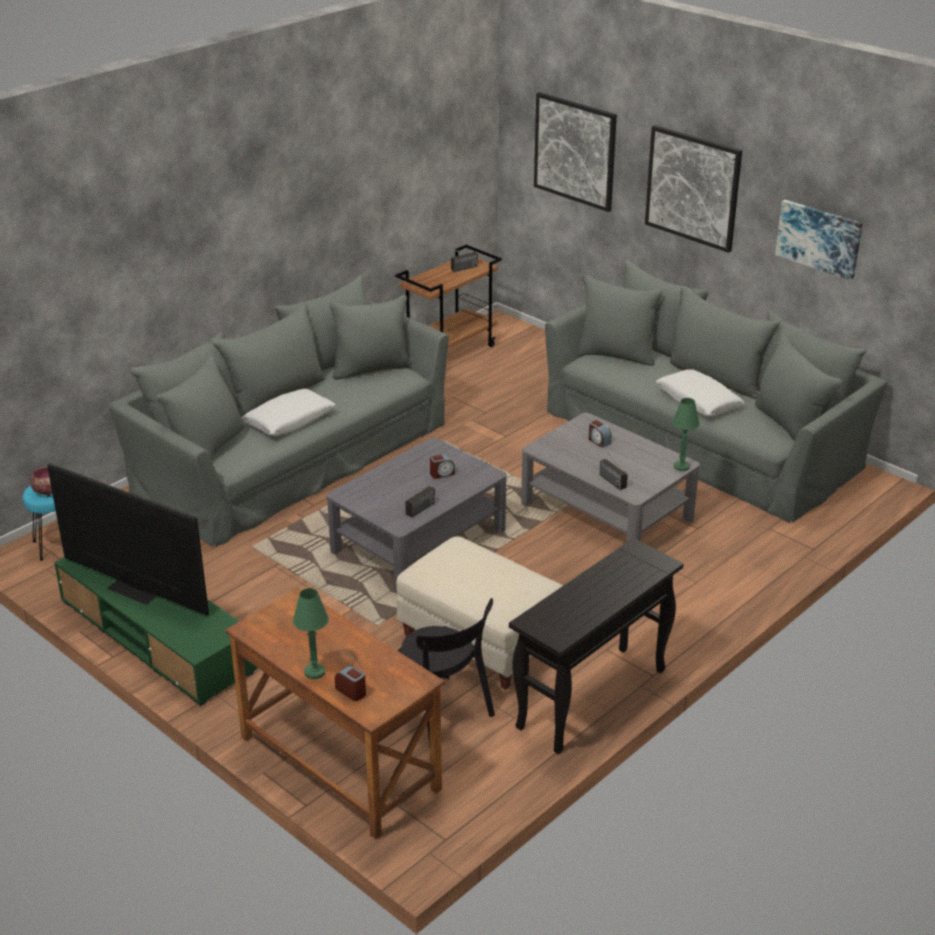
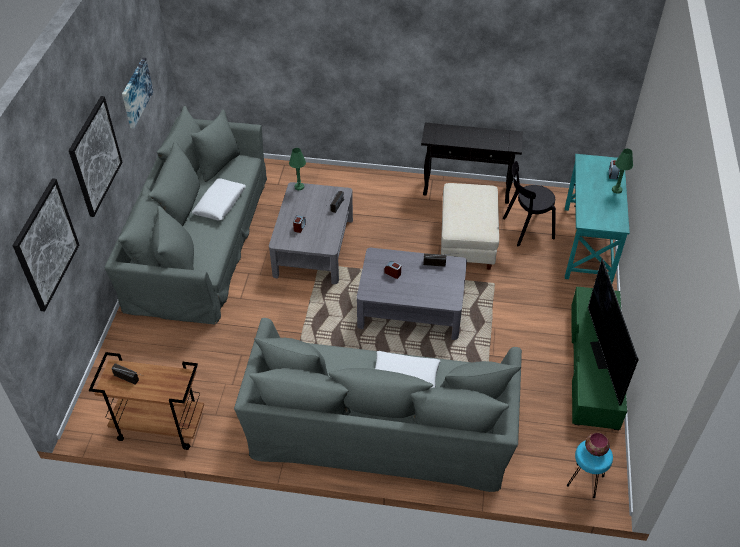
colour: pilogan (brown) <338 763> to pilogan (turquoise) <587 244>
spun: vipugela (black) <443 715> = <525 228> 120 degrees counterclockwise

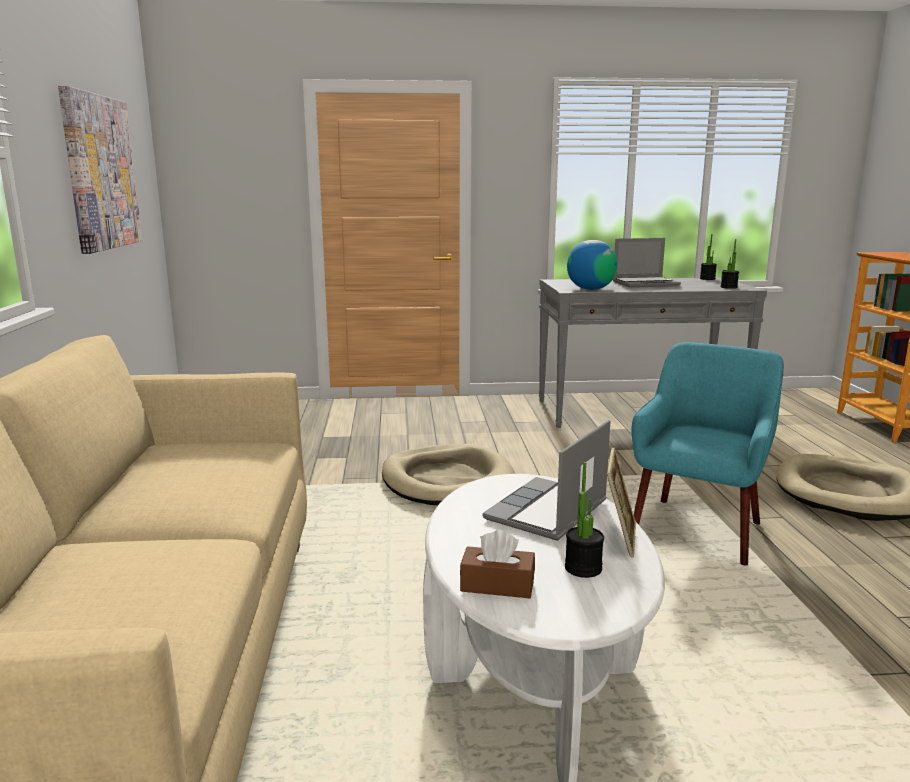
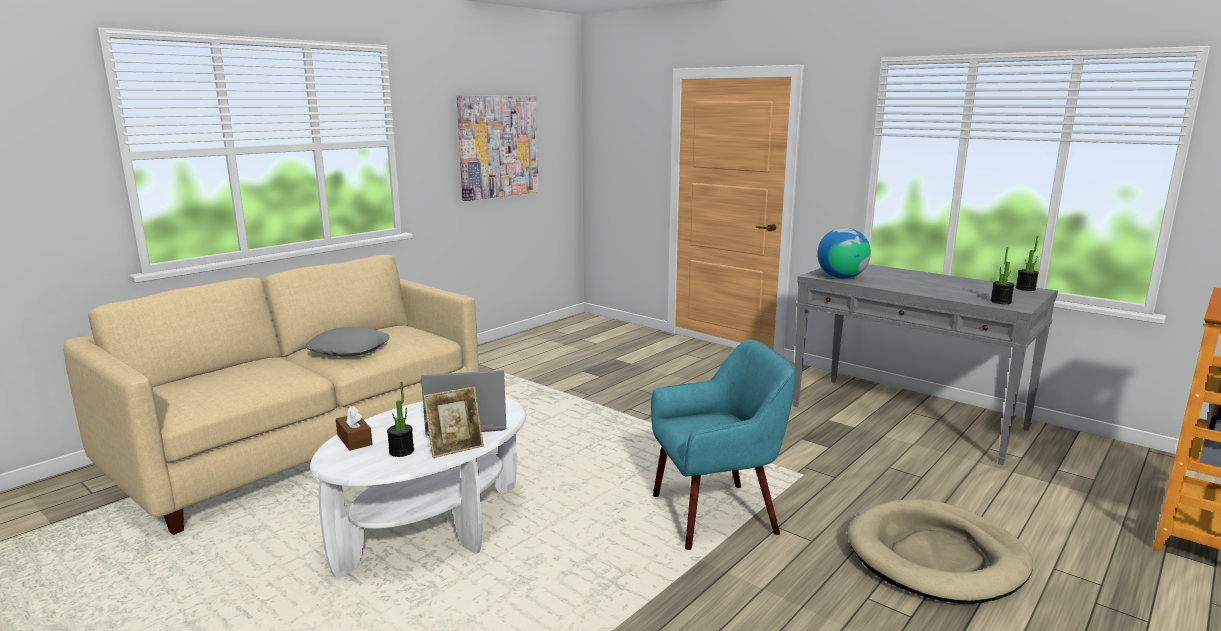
missing: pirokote <646 284>; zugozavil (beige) <447 480>
appeared: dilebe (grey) <349 350>

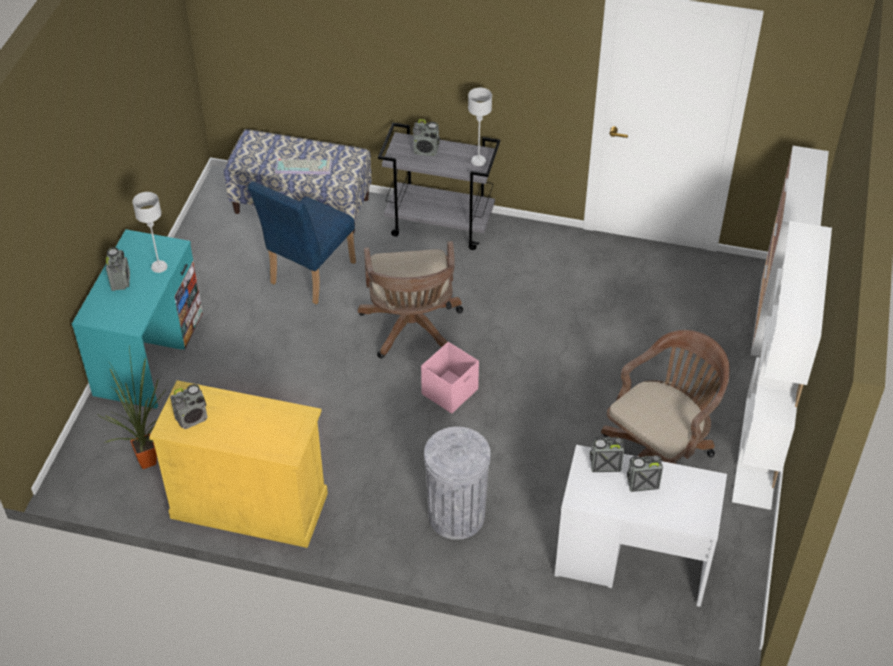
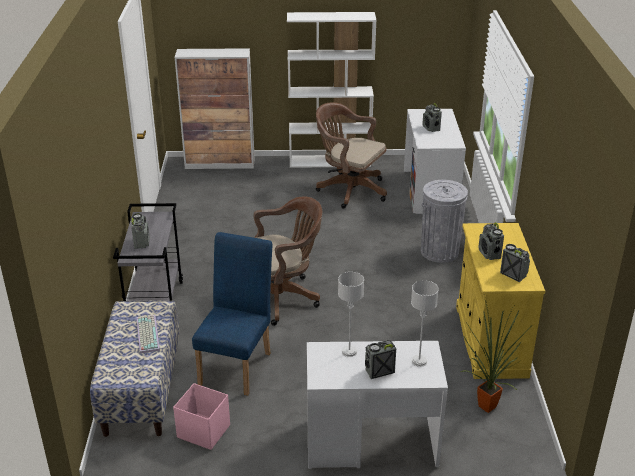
relocated: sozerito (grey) <478 161> to <419 361>; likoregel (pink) <450 391> to <203 431>; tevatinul <604 464> to <489 254>
colour: pilogan (turquoise) <149 353> to pilogan (white) <371 443>
spun: vipugela (blue) <308 276> = <238 364> 90 degrees counterclockwise

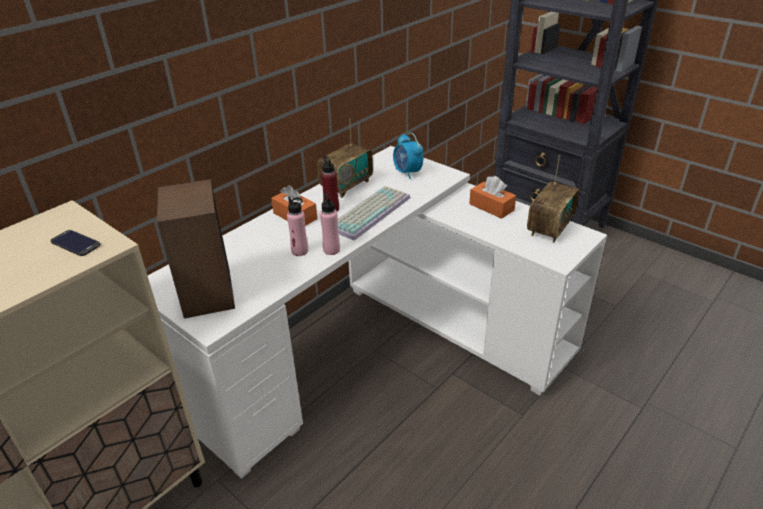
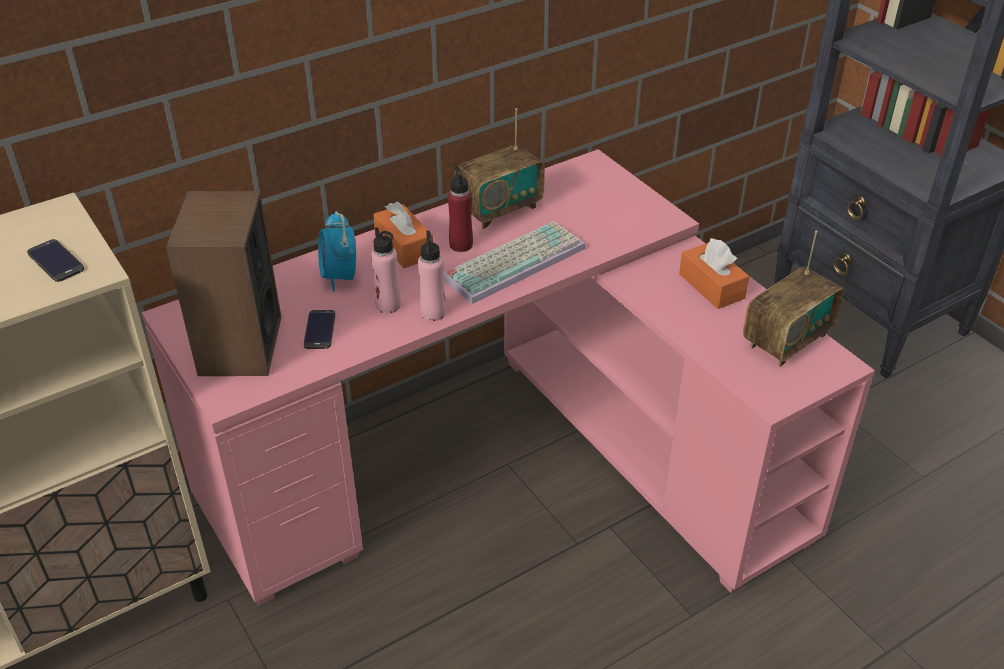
appeared: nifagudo <319 330>
relocated: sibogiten <407 172> to <339 277>
colour: pilogan (white) <376 348> to pilogan (pink) <510 462>

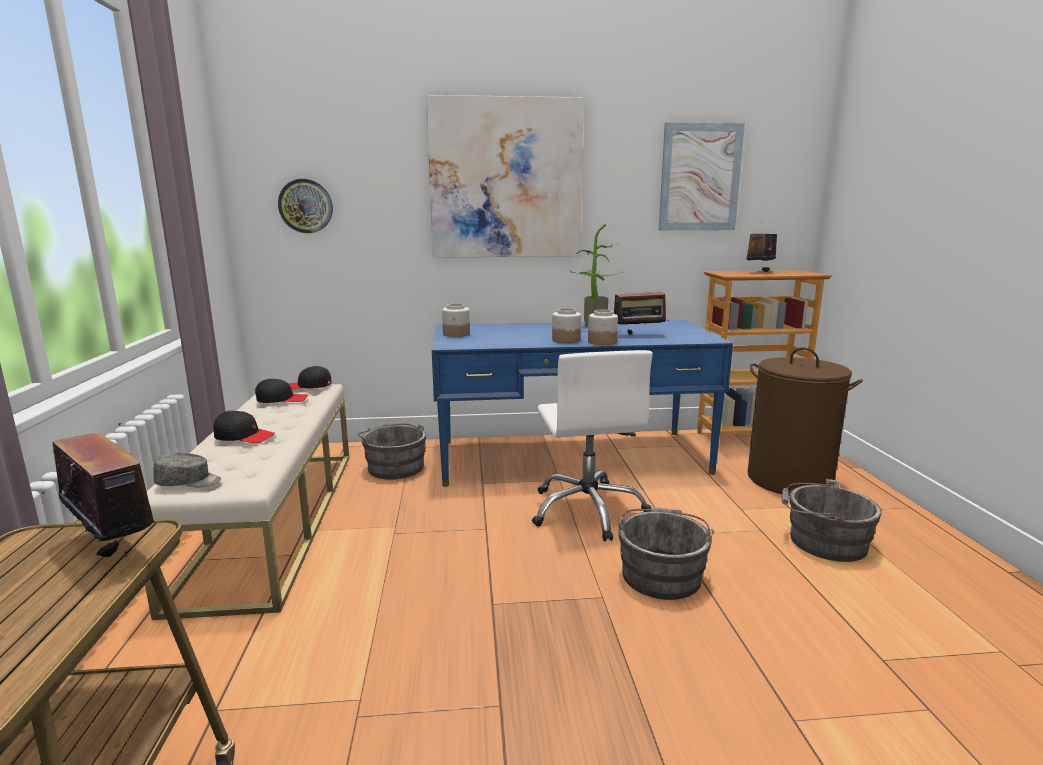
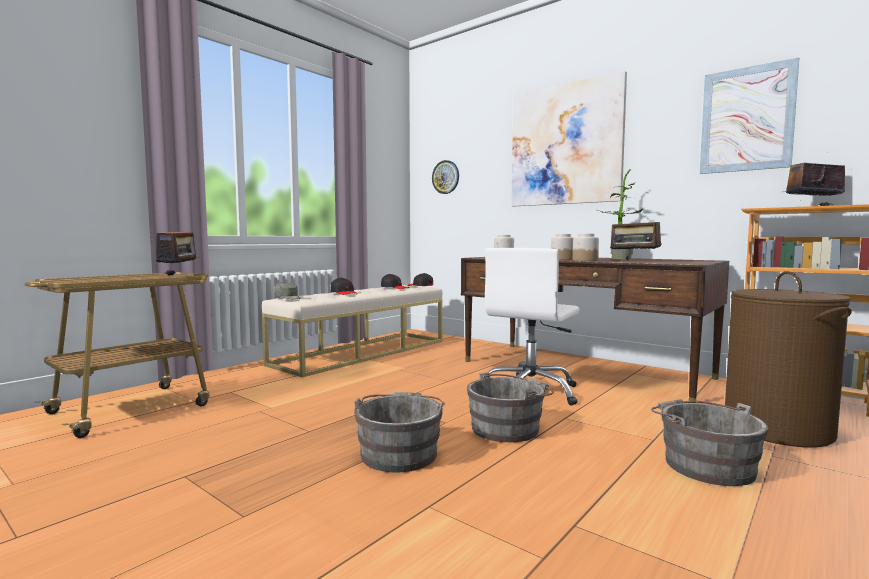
relocated: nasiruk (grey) <394 467> to <400 453>
colour: pilogan (blue) <571 457> to pilogan (brown) <583 369>

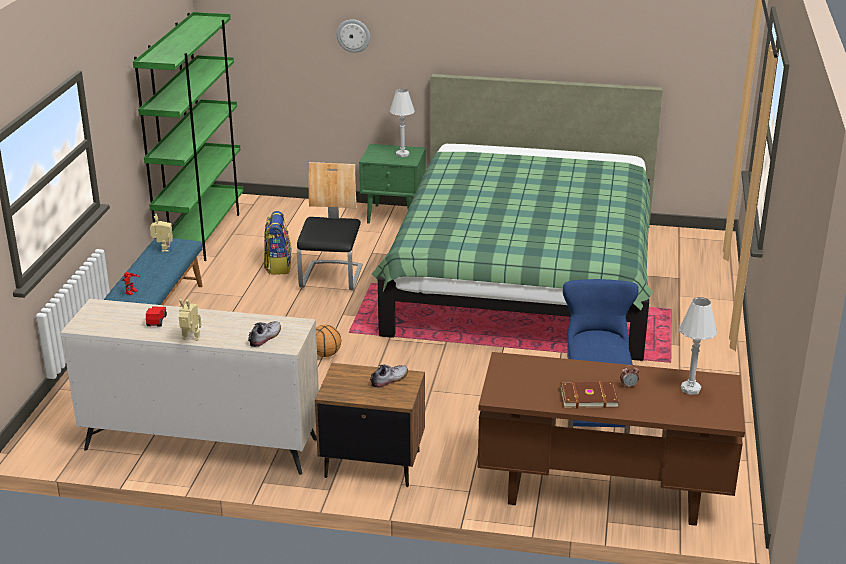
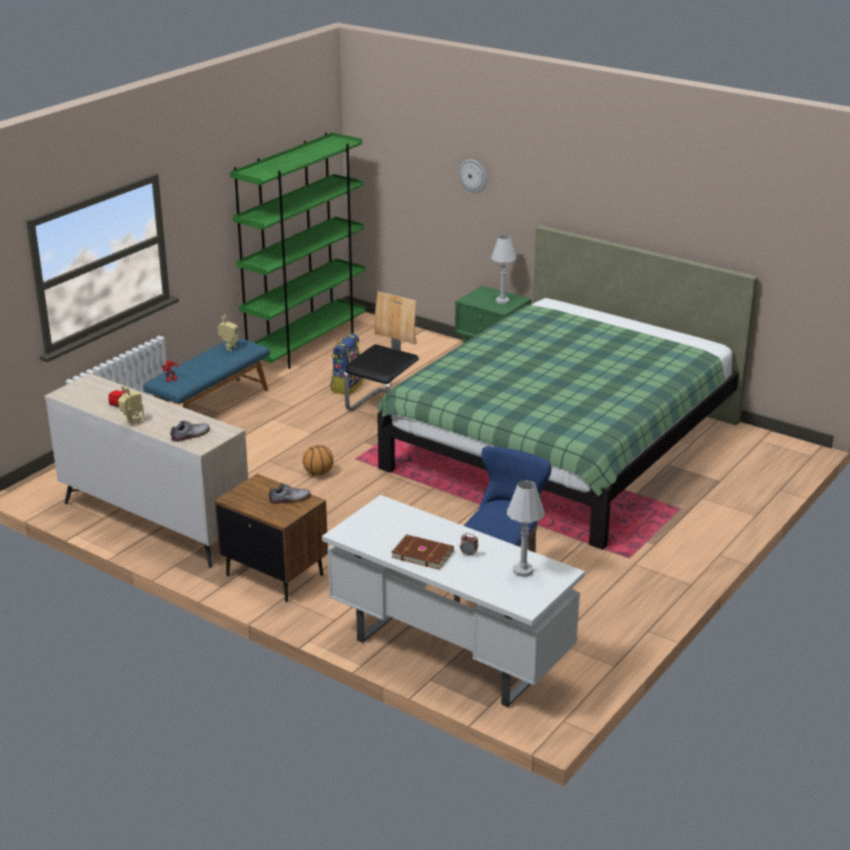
colour: pilogan (brown) <602 493> to pilogan (white) <448 655>

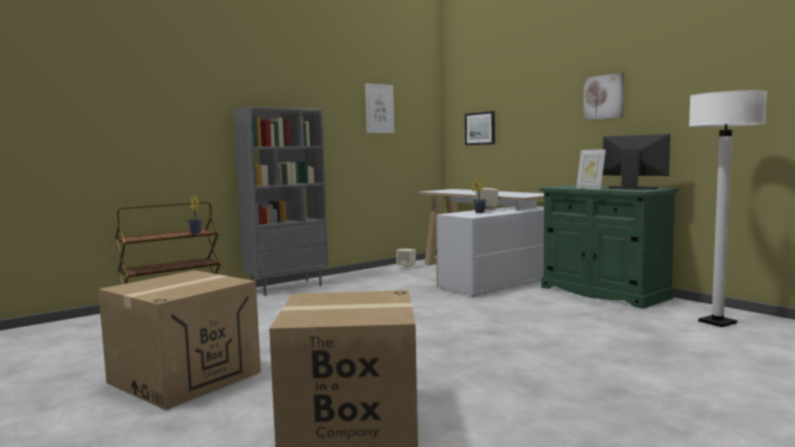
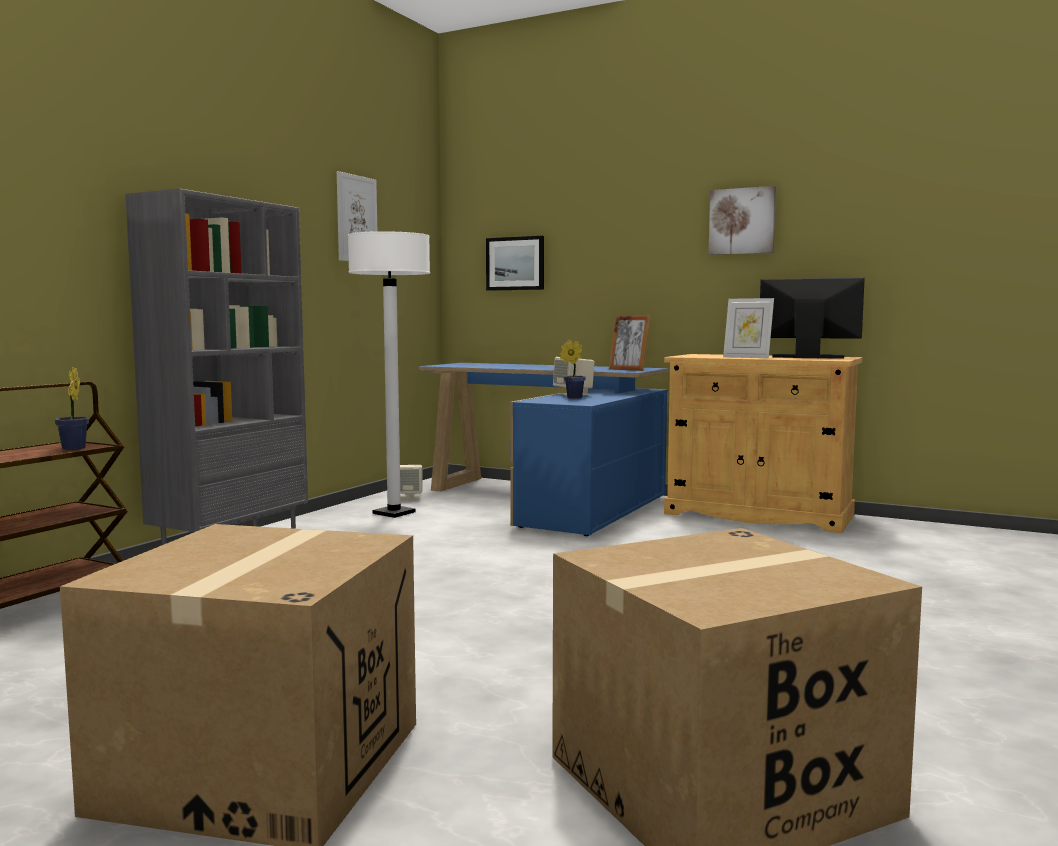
appeared: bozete <628 369>
relocated: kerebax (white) <717 322> to <394 513>
colour: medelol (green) <603 292> to medelol (beige) <758 515>; pilogan (white) <483 274> to pilogan (blue) <550 500>

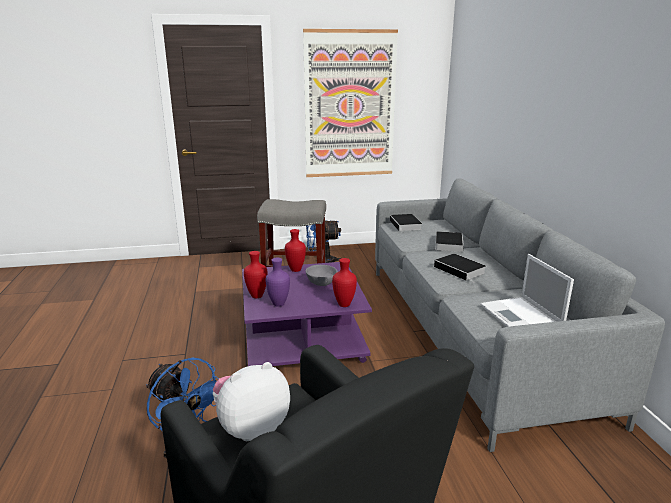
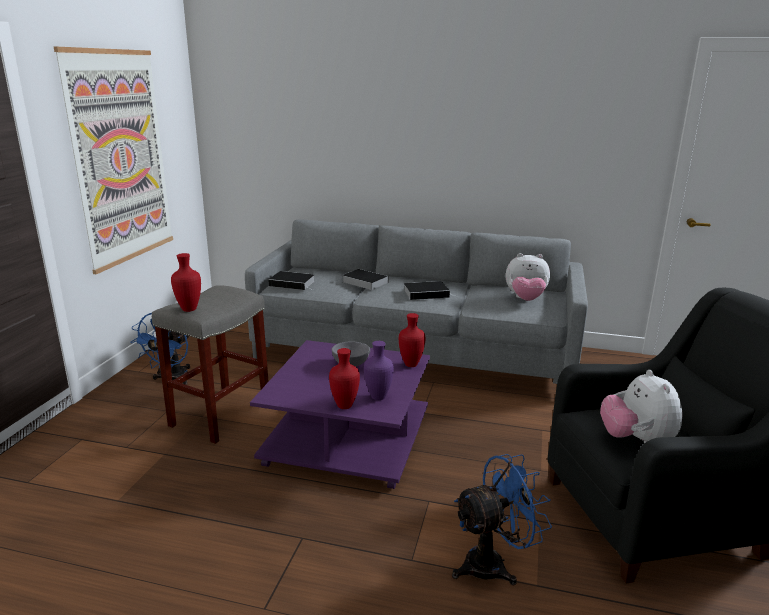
relocated: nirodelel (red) <296 270> to <190 309>
exchanged: pirokote <522 317> to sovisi <525 299>

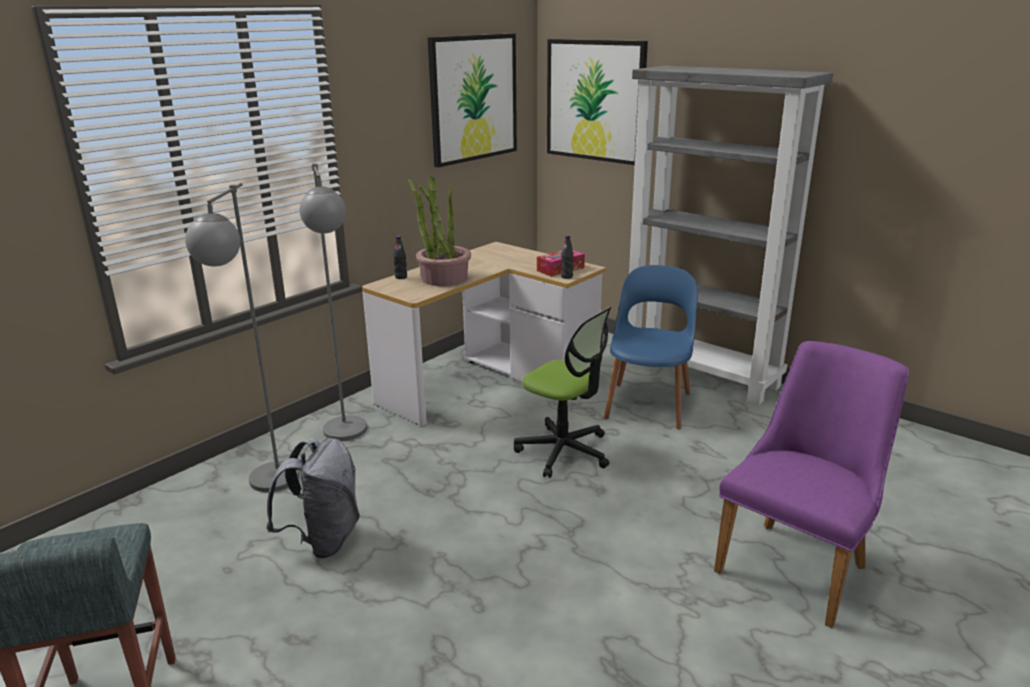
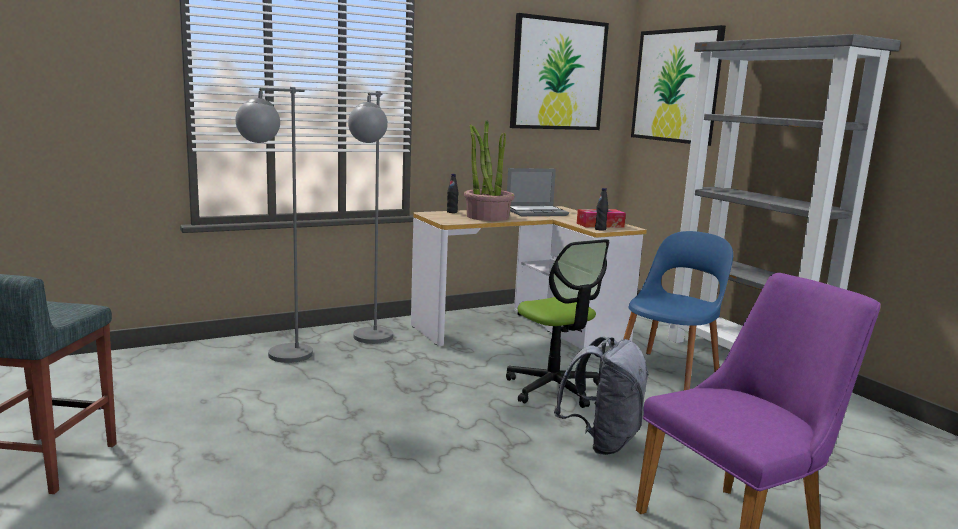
appeared: pirokote <536 212>
relocated: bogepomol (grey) <323 540> to <601 442>

